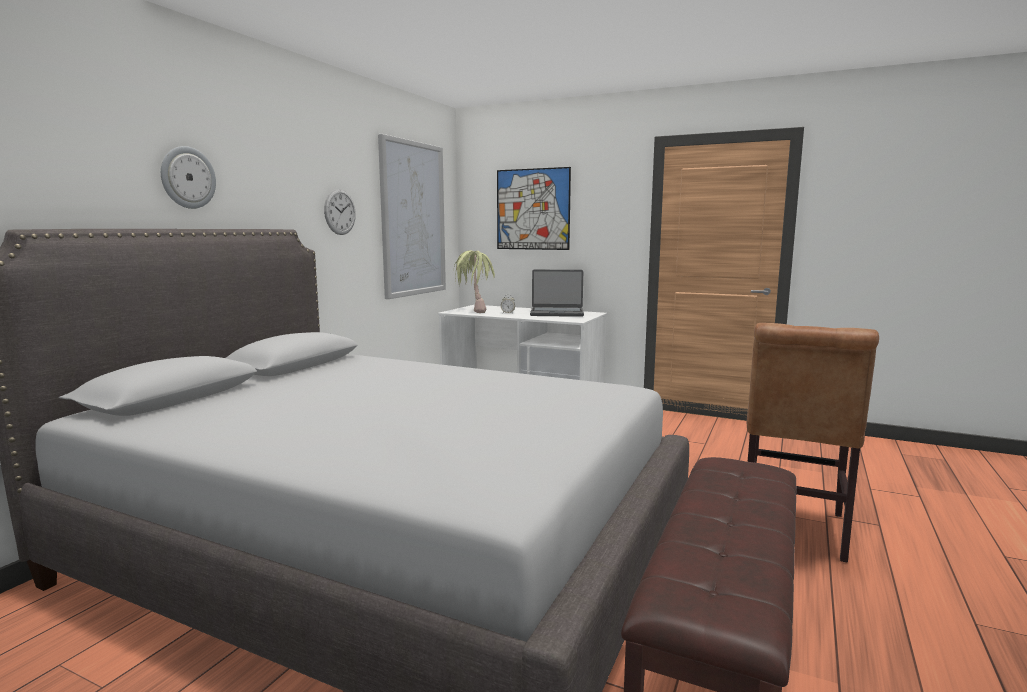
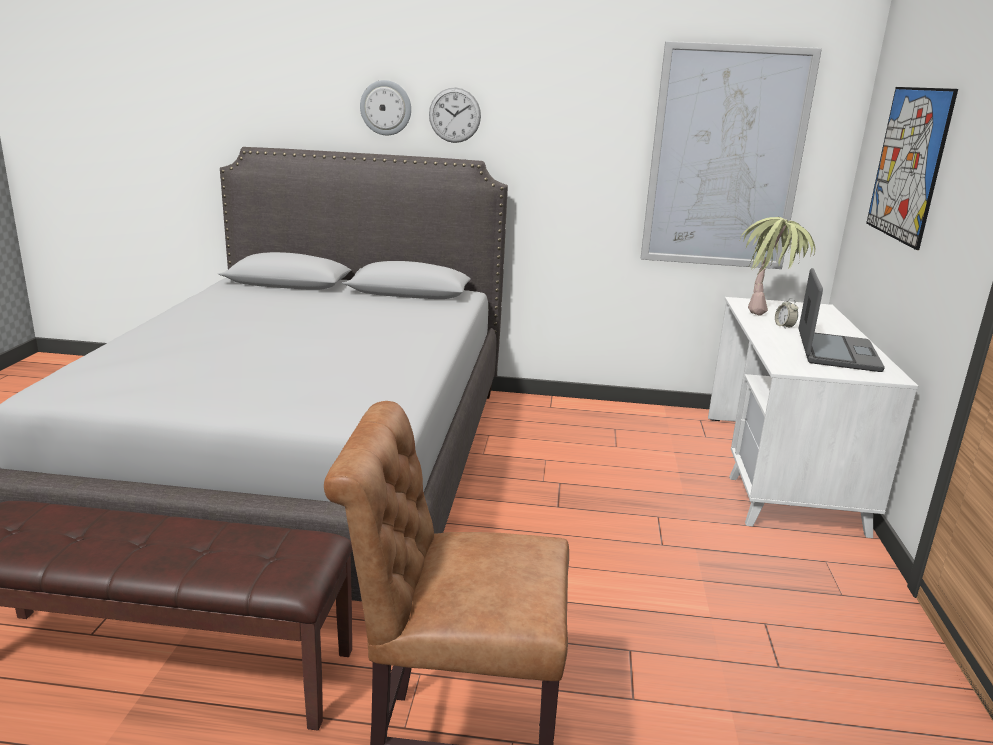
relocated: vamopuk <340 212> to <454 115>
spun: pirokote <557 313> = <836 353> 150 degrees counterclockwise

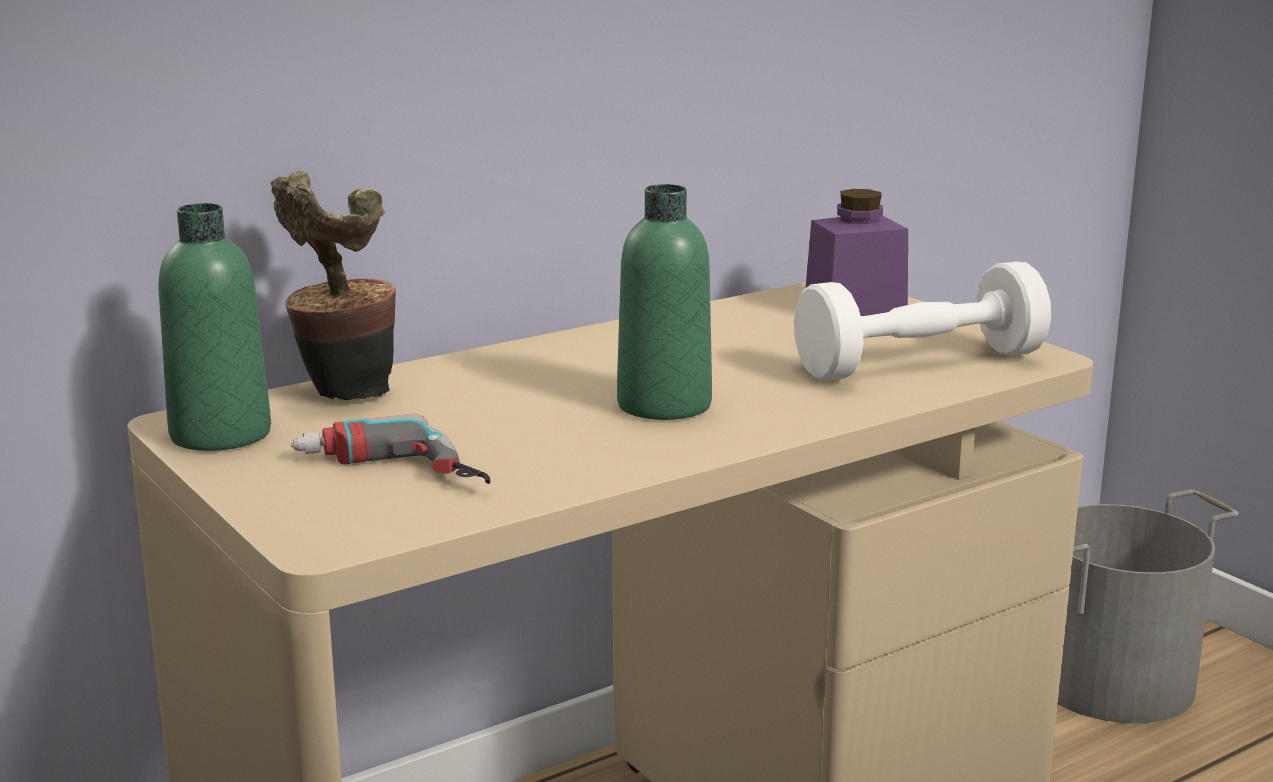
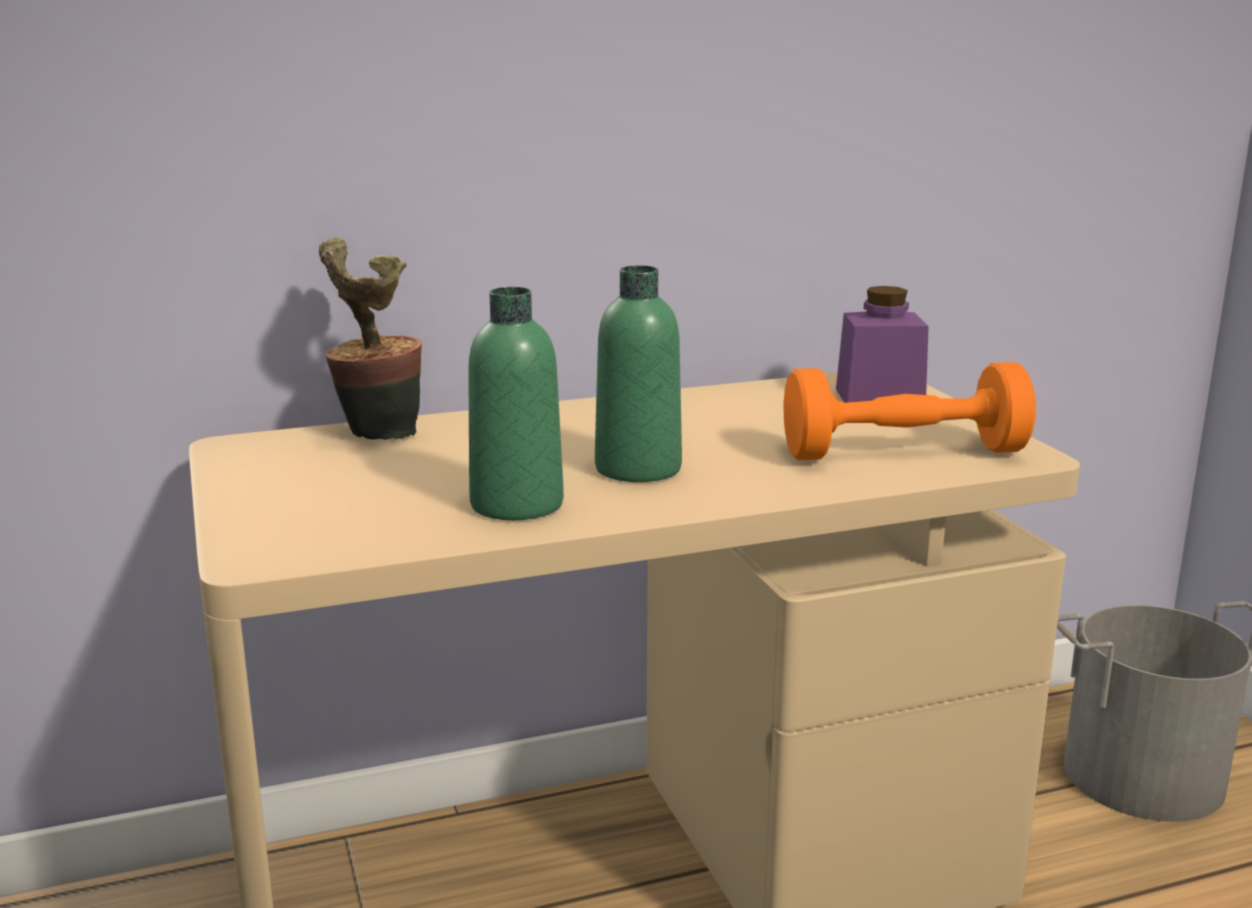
missing: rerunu <388 475>
relocated: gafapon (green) <220 434> to <517 504>
colour: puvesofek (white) <919 364> to puvesofek (orange) <903 453>

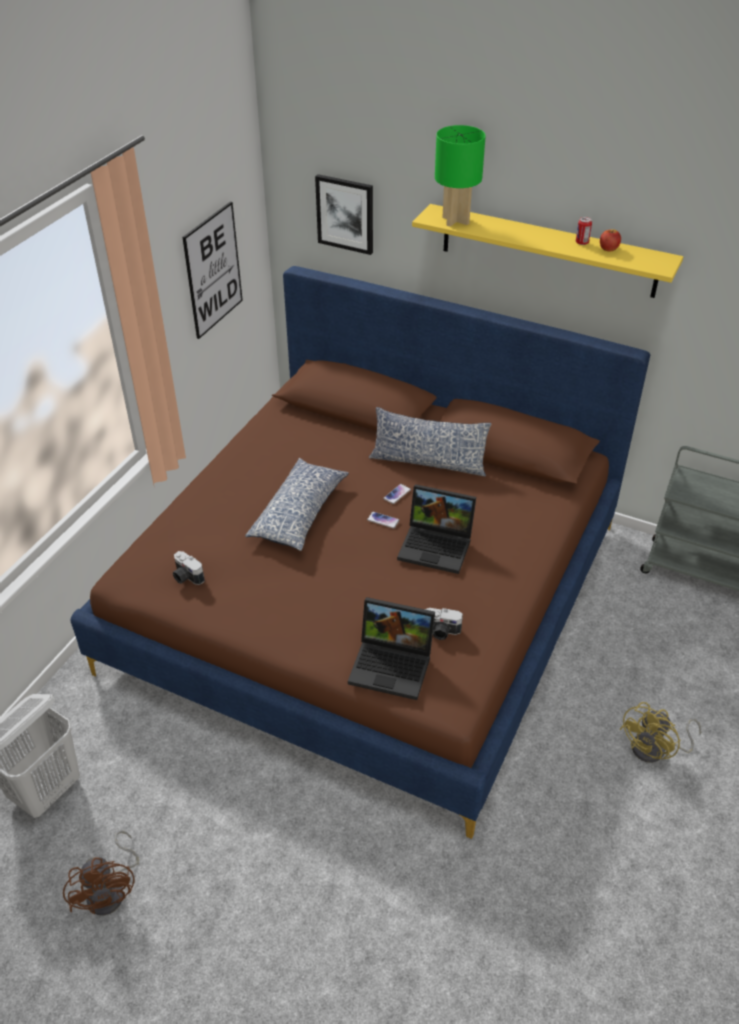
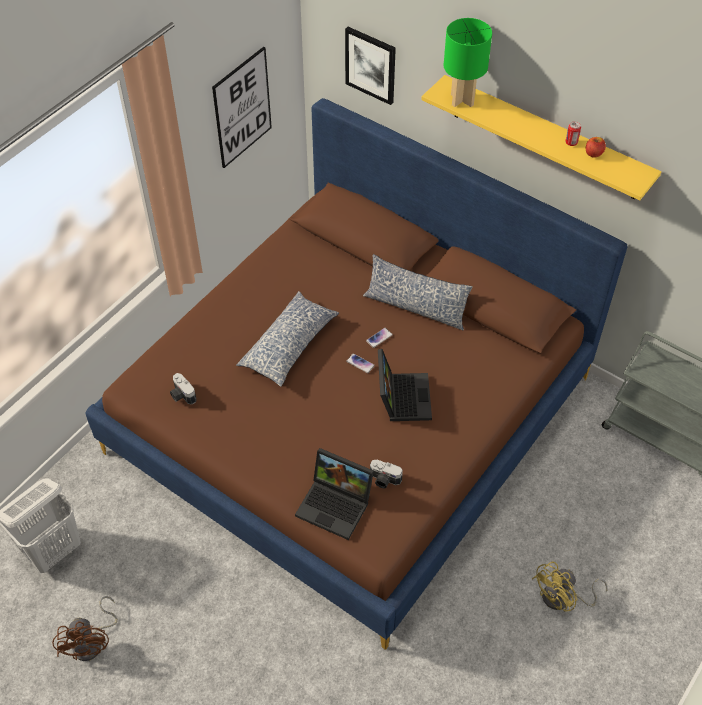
spun: pirokote <438 546> = <402 396> 120 degrees counterclockwise

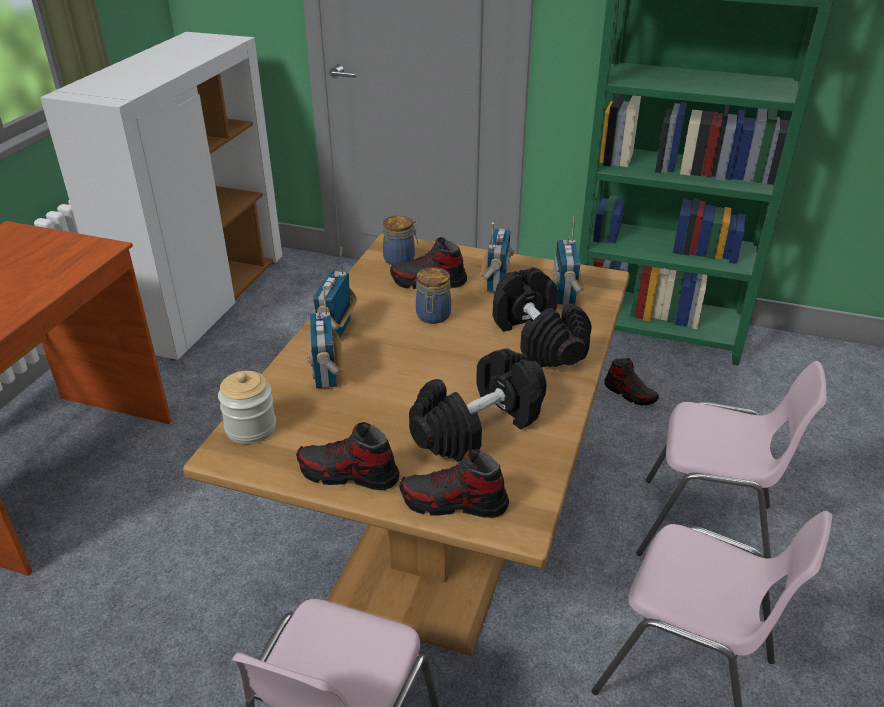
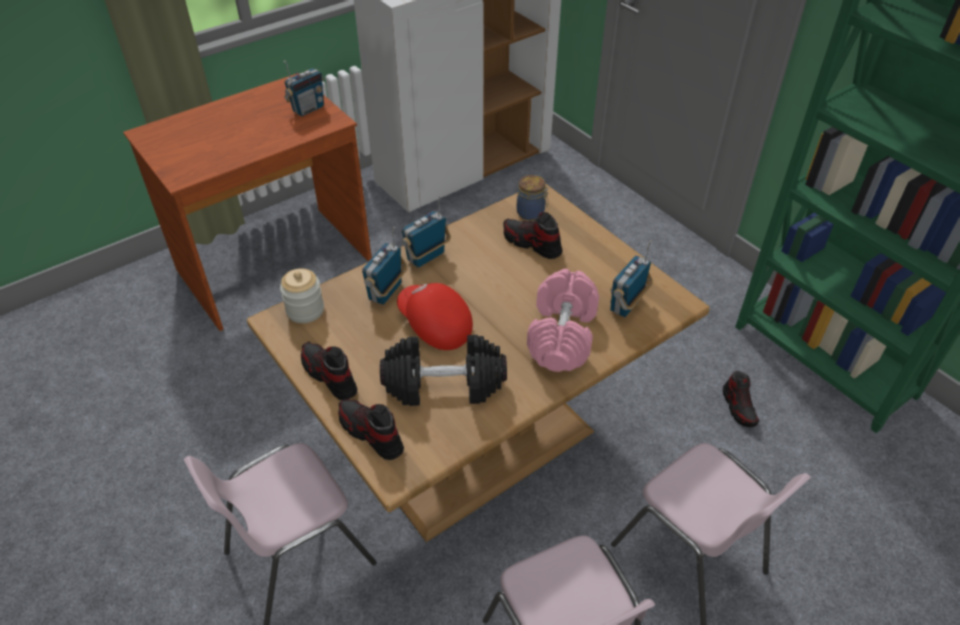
missing: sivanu <433 316>
appeared: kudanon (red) <434 326>
relocated: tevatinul <496 283> to <308 109>
colour: puvesofek (black) <537 339> to puvesofek (pink) <561 335>

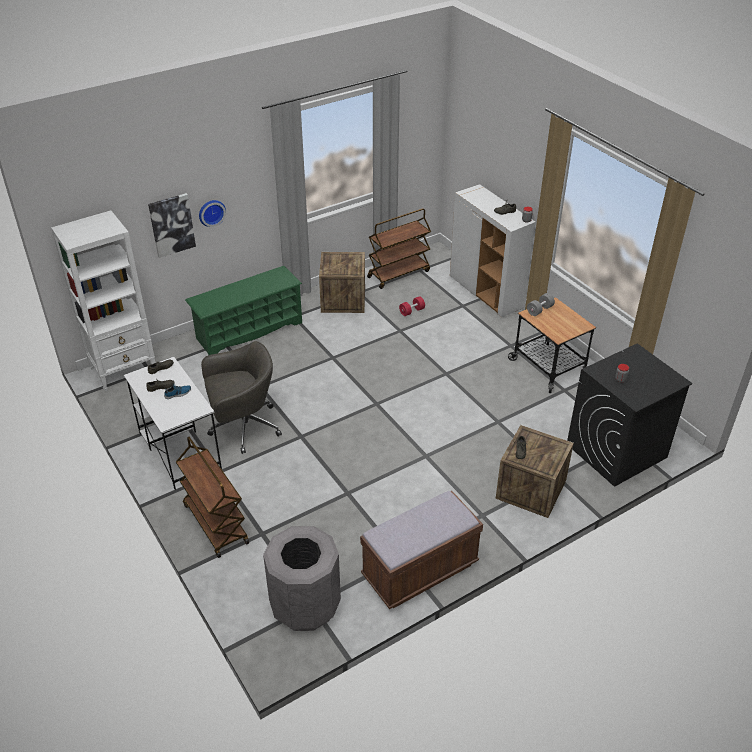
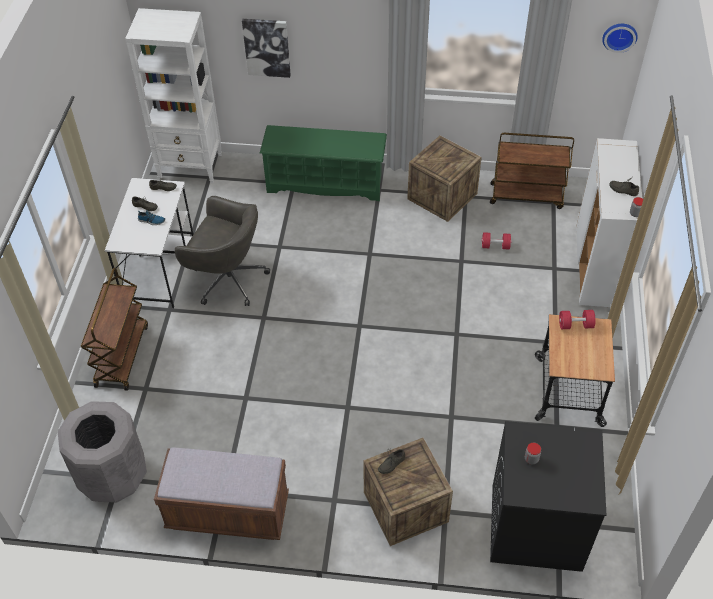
relocated: vamopuk <211 212> to <619 36>
colour: puvesofek (grey) <540 310> to puvesofek (red) <575 325>

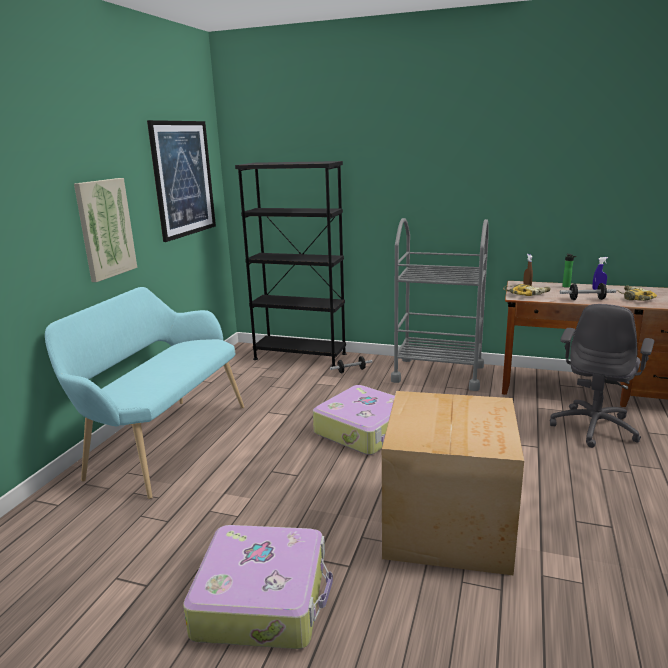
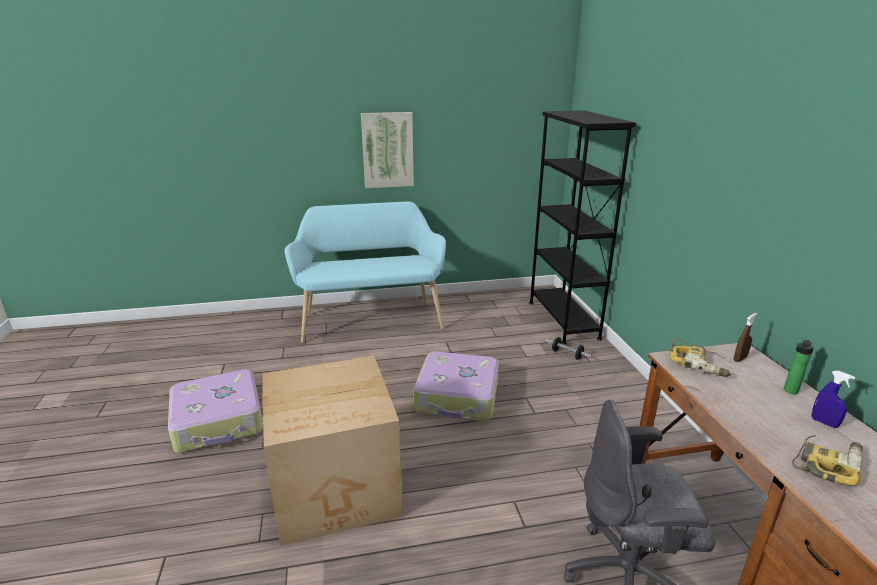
missing: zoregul <183 179>; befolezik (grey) <438 373>; puvesofek <586 299>

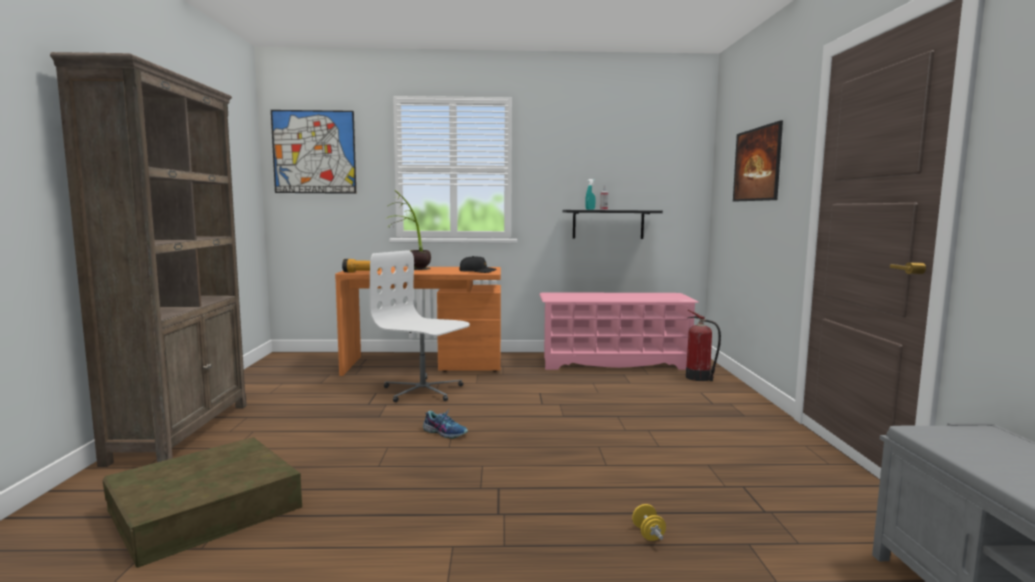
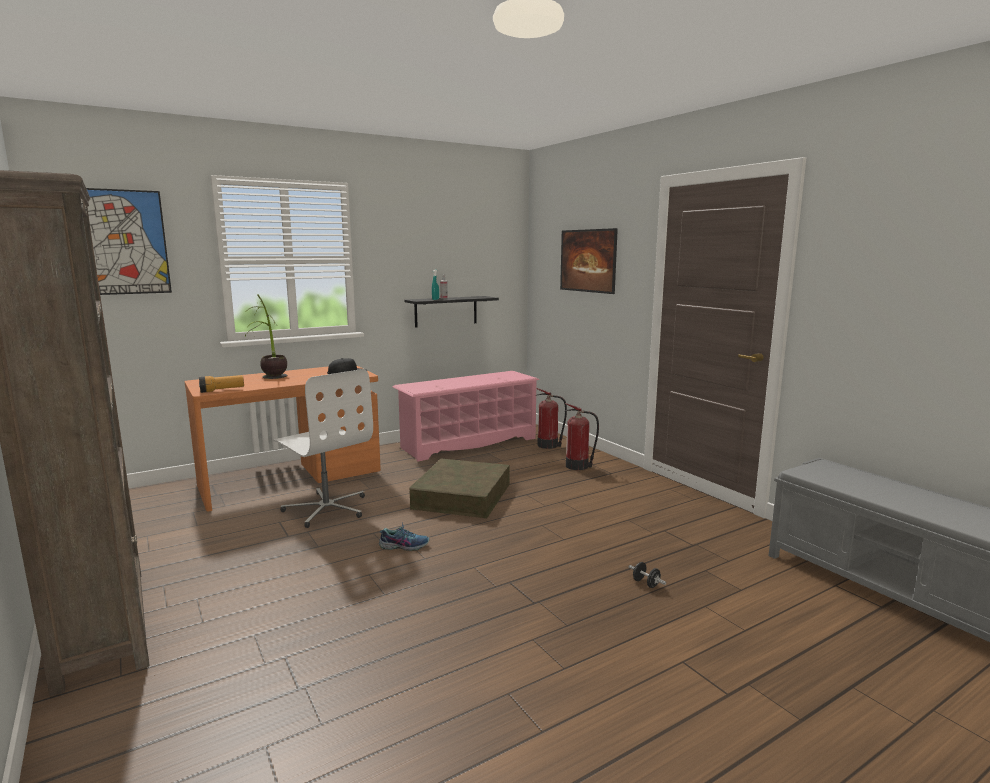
appeared: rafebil <578 466>
relocated: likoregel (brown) <206 509> to <462 496>
colour: puvesofek (yellow) <648 534> to puvesofek (black) <646 583>
spun: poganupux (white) <422 391> = <327 508> 135 degrees counterclockwise

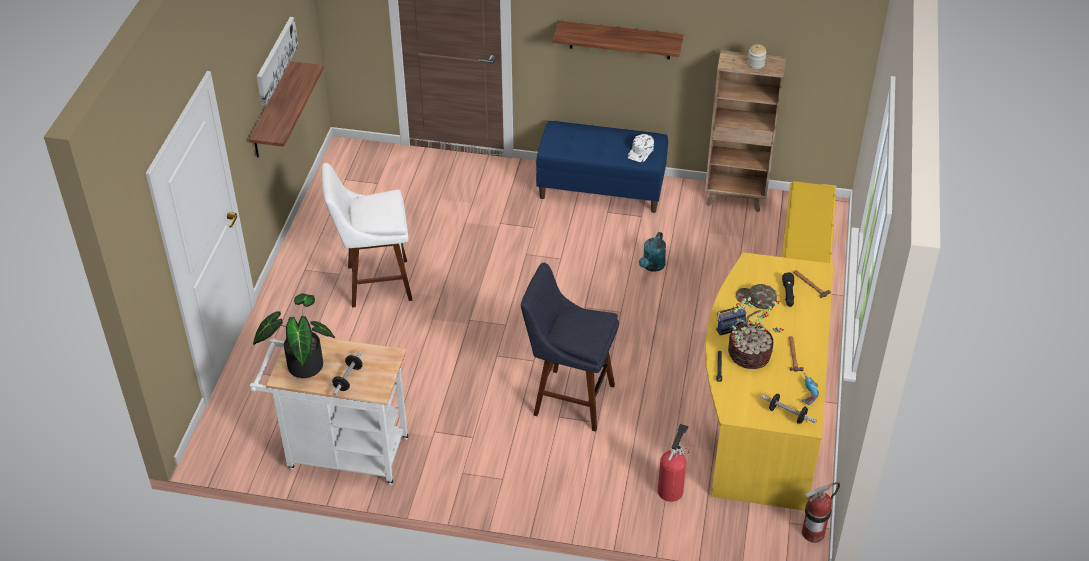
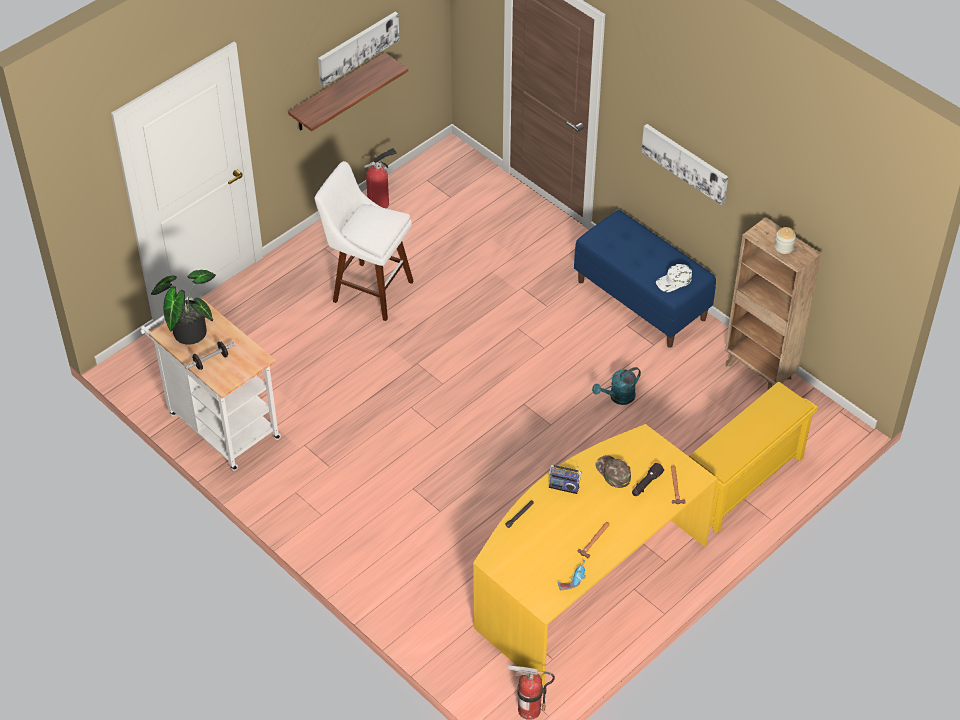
missing: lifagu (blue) <568 398>; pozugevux <750 355>; puvesofek <787 414>
relocated: rafebil <671 489> to <380 202>
exchanged: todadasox <620 40> to zoregul <685 163>

